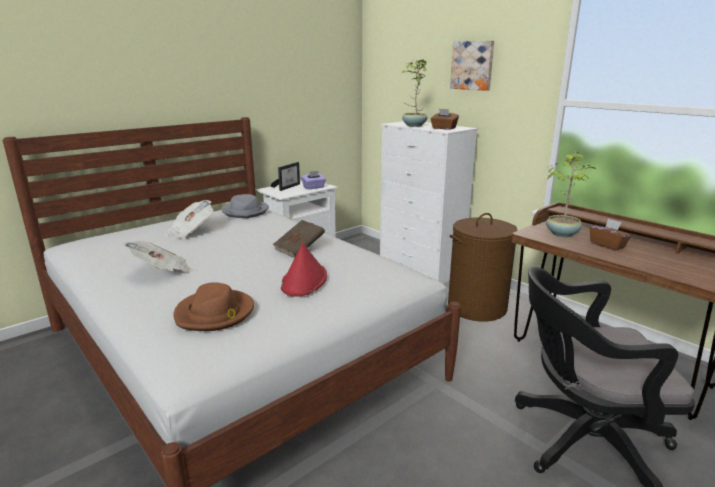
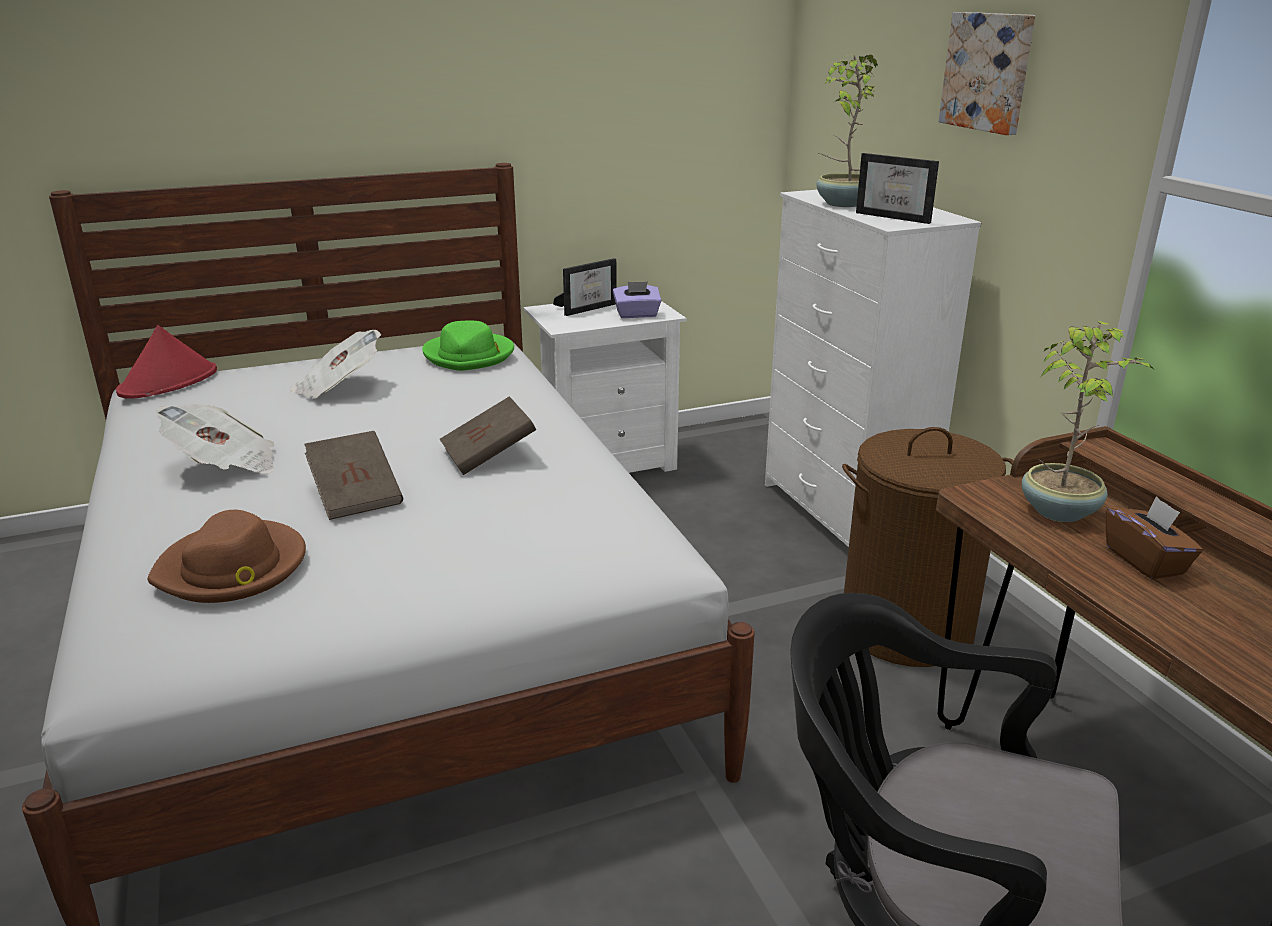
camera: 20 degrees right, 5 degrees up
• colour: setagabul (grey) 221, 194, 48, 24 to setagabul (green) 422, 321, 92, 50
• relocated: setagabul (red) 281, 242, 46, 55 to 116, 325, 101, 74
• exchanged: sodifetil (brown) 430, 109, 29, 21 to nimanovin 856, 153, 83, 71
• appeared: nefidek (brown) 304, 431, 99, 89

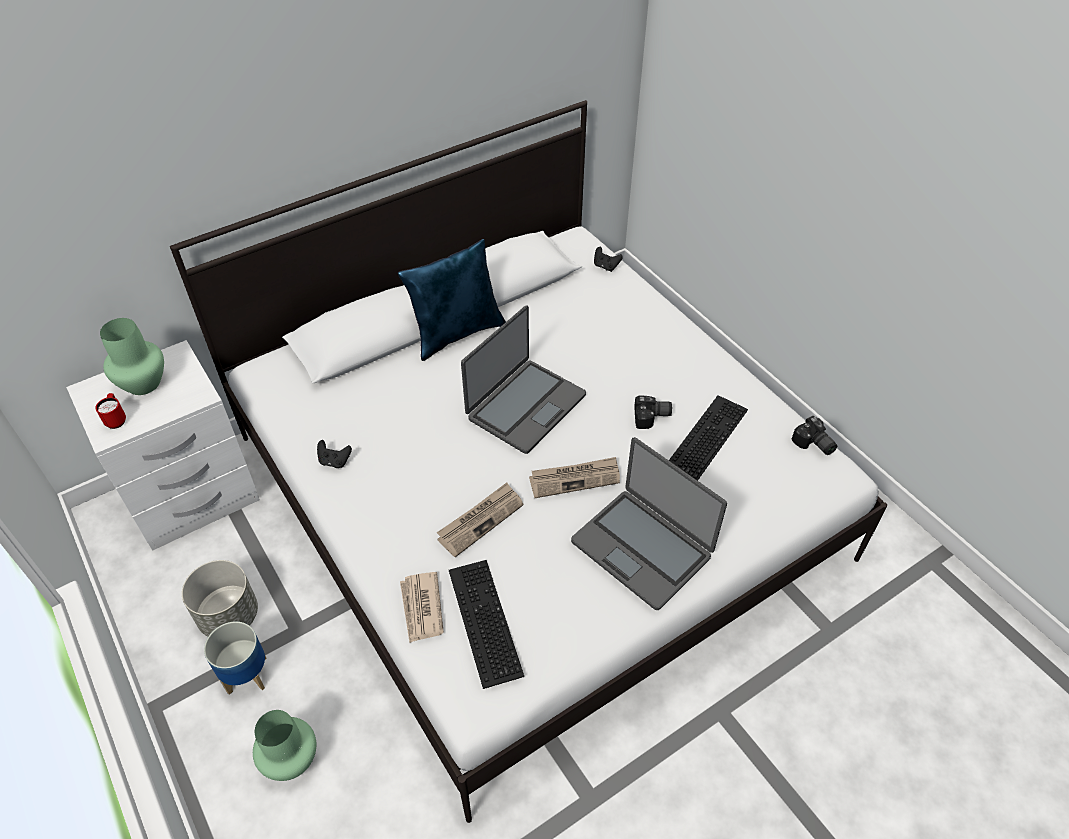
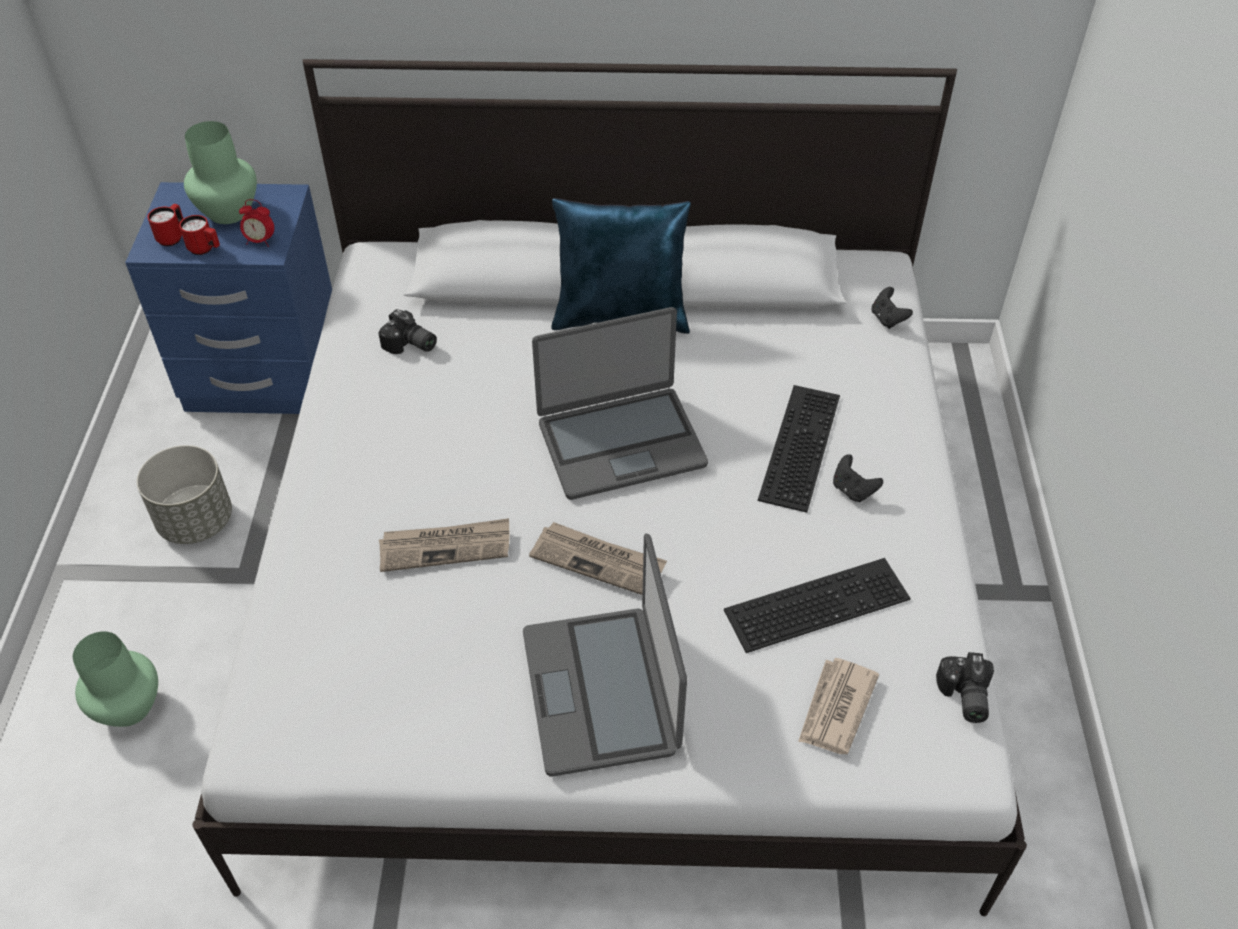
camera: 35 degrees right, 0 degrees up
• colour: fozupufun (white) 66, 340, 194, 211 to fozupufun (blue) 125, 182, 207, 232
• missing: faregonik 204, 621, 62, 74
• relocated: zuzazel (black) 317, 440, 35, 28 to 833, 454, 50, 48
• relocated: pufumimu 400, 572, 44, 71 to 798, 658, 81, 96
• relocated: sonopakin 449, 560, 75, 129 to 758, 385, 82, 128
• relocated: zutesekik 634, 395, 38, 34 to 378, 309, 59, 45
• appeared: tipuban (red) 179, 215, 41, 40
• appeared: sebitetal 239, 199, 35, 48

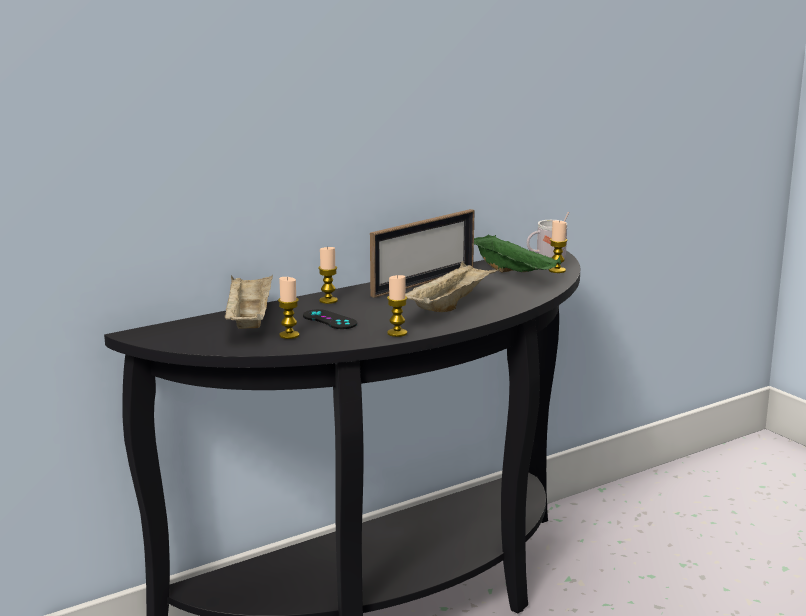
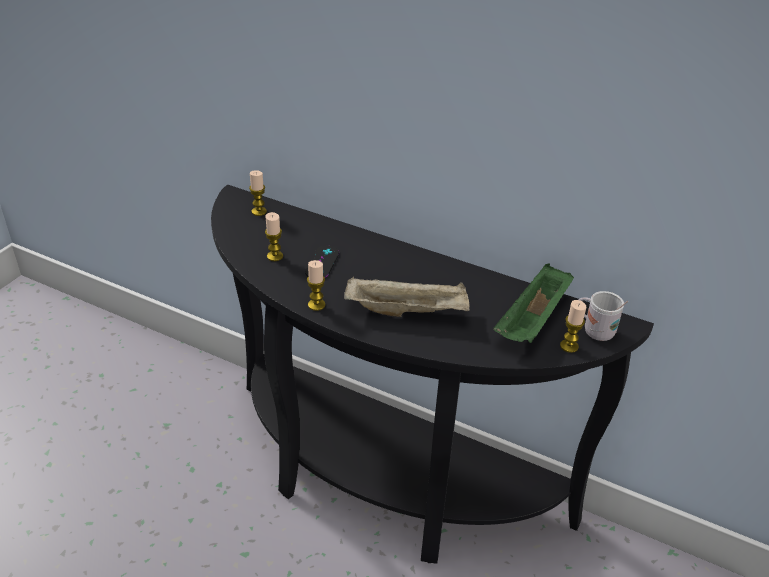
camera: 60 degrees right, 20 degrees up
• missing: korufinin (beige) 224, 275, 49, 54
• relocated: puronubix 318, 247, 20, 57 to 249, 170, 18, 46
• missing: nimanovin 370, 209, 105, 89

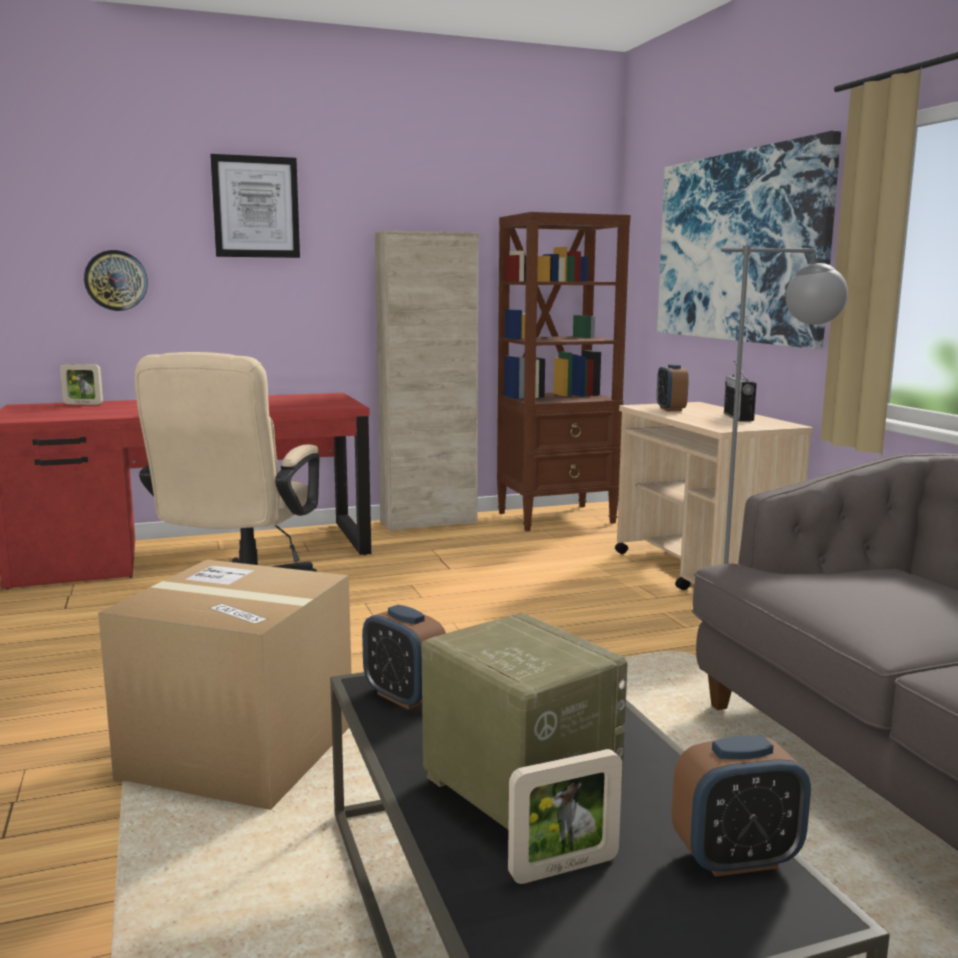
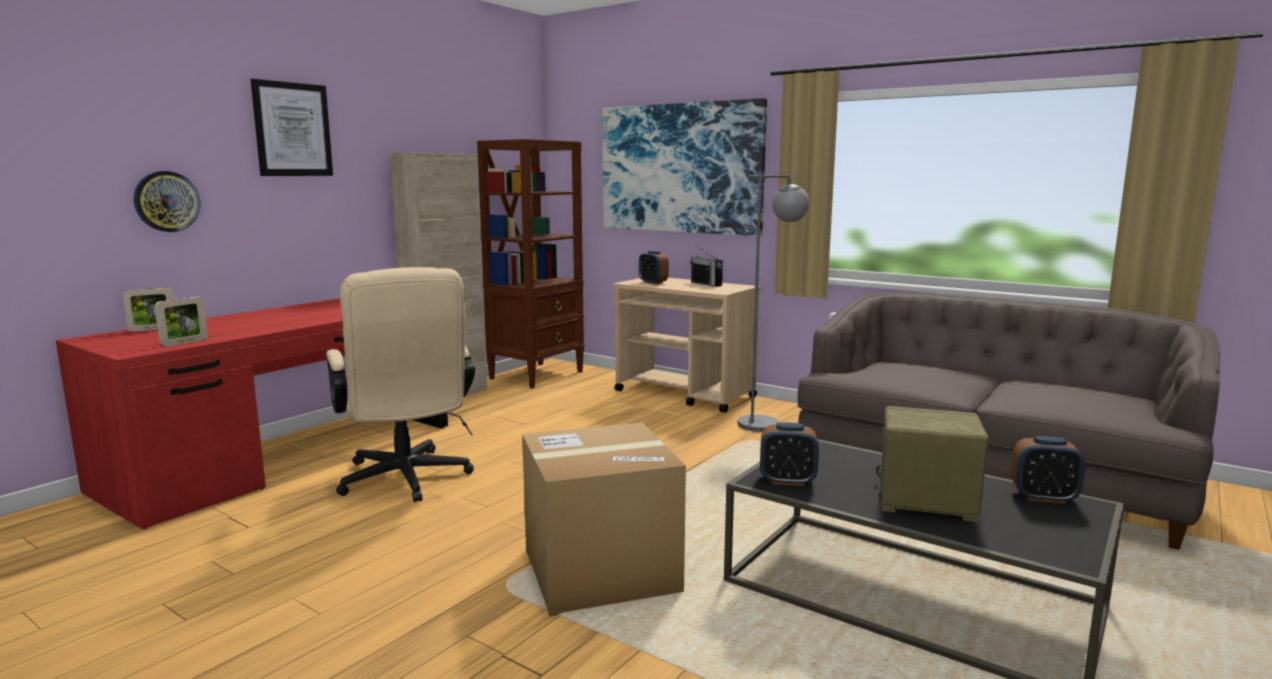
camera: 35 degrees left, 0 degrees up
• relocated: nimanovin 508, 749, 114, 135 to 155, 296, 53, 51
• spun: sebitetal 672, 736, 139, 141 = 1011, 436, 75, 68 60 degrees clockwise

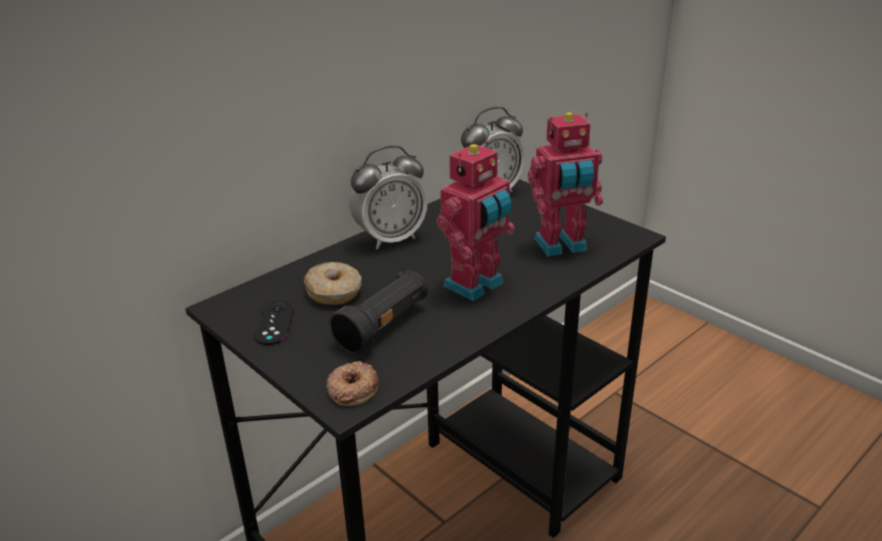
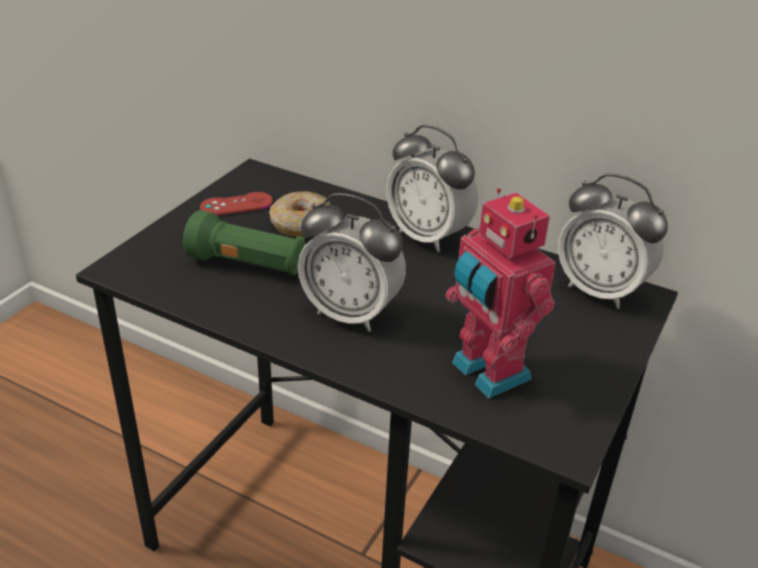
camera: 70 degrees right, 5 degrees up
• colour: zuzazel (black) 254, 300, 40, 45 to zuzazel (red) 200, 192, 73, 24
• missing: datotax 326, 361, 52, 45
• colour: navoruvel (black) 329, 271, 99, 83 to navoruvel (green) 183, 210, 122, 65
• exchanged: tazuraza 437, 141, 78, 160 to sebitetal 298, 193, 108, 139

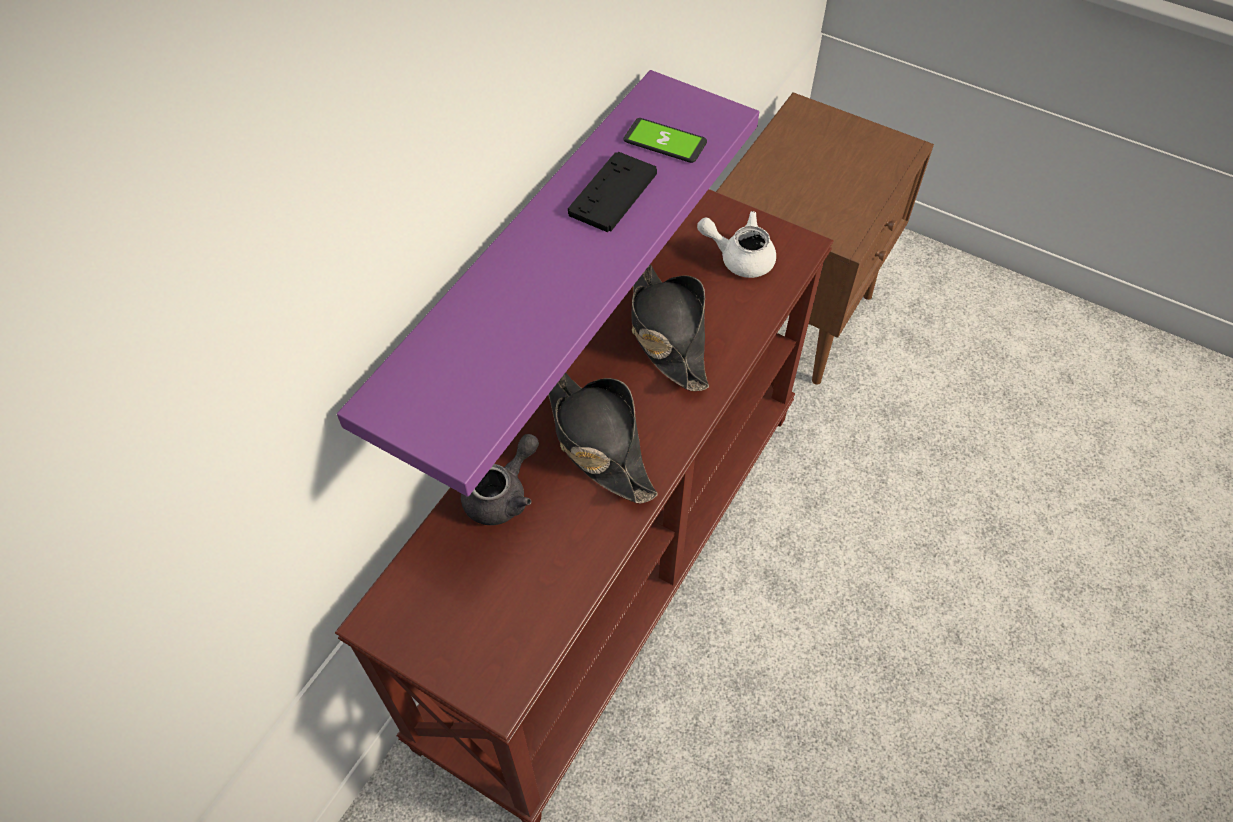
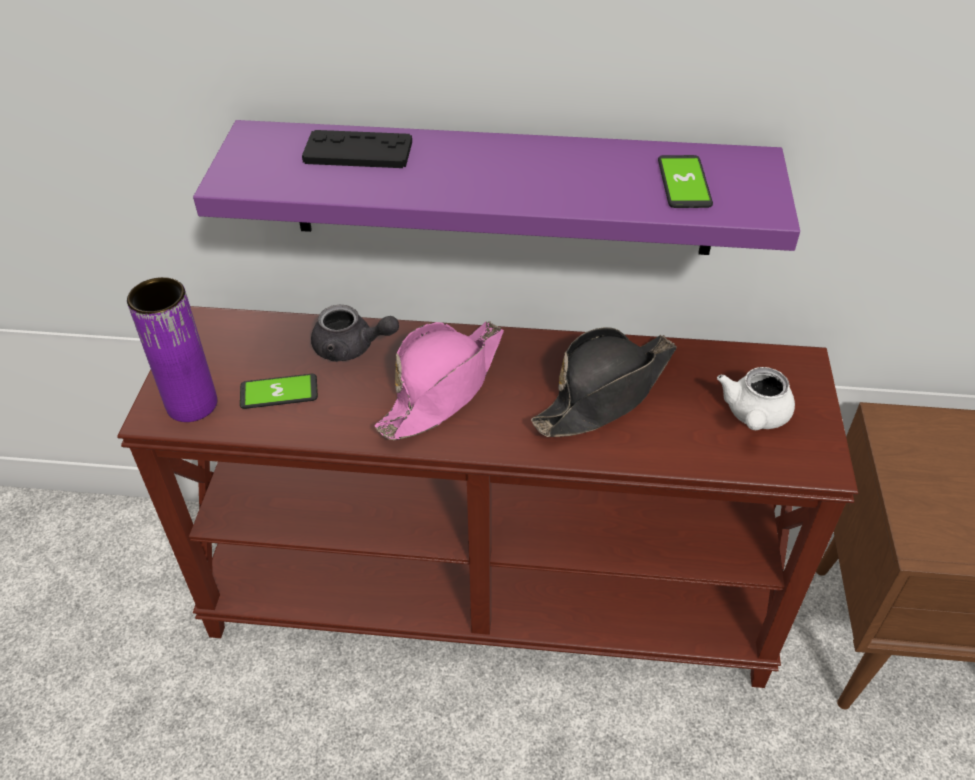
camera: 65 degrees right, 10 degrees down
• colour: setagabul (black) 548, 372, 110, 131 to setagabul (pink) 375, 321, 129, 119
• relocated: zuzazel (black) 568, 152, 89, 80 to 302, 130, 110, 38
• spun: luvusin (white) 697, 211, 79, 67 = 717, 367, 78, 63 150 degrees counterclockwise
• appeared: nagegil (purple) 127, 277, 90, 145
• appeared: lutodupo 240, 374, 78, 35

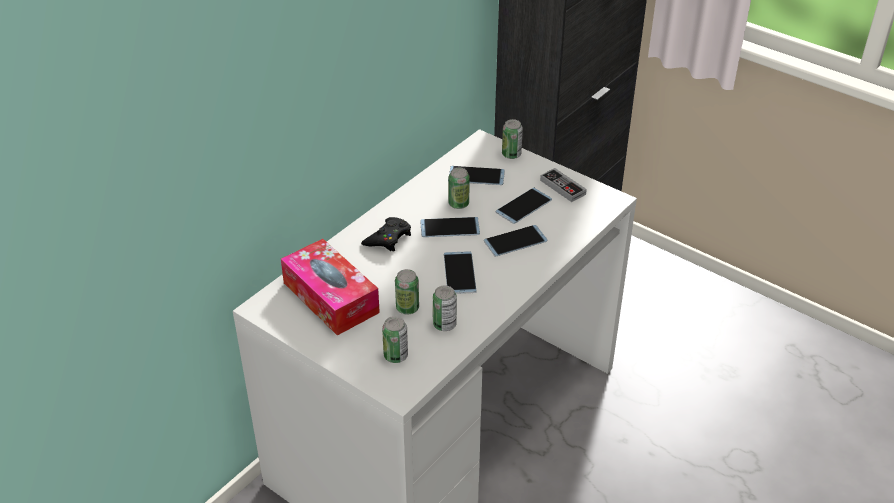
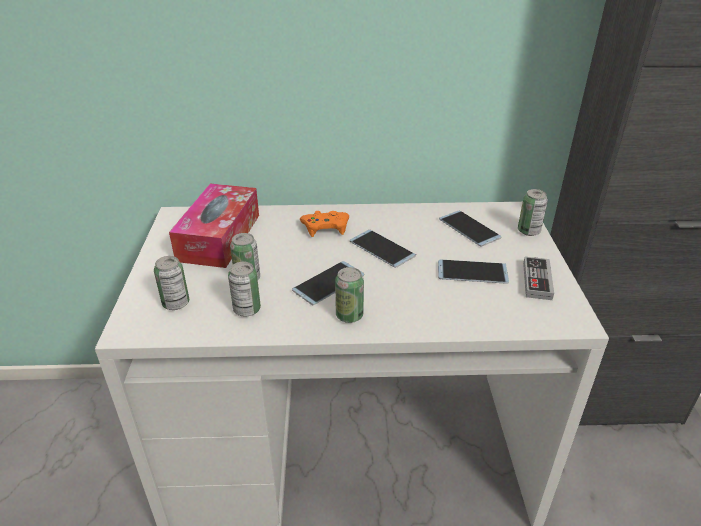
camera: 50 degrees right, 5 degrees down
• colour: zuzazel (black) 361, 217, 50, 35 to zuzazel (orange) 300, 211, 49, 26
• relocated: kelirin 448, 168, 22, 41 to 335, 267, 29, 56
• missing: lutodupo 484, 225, 64, 32

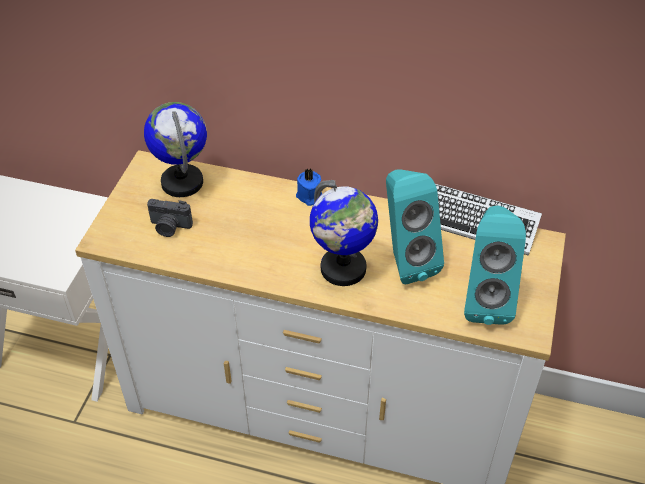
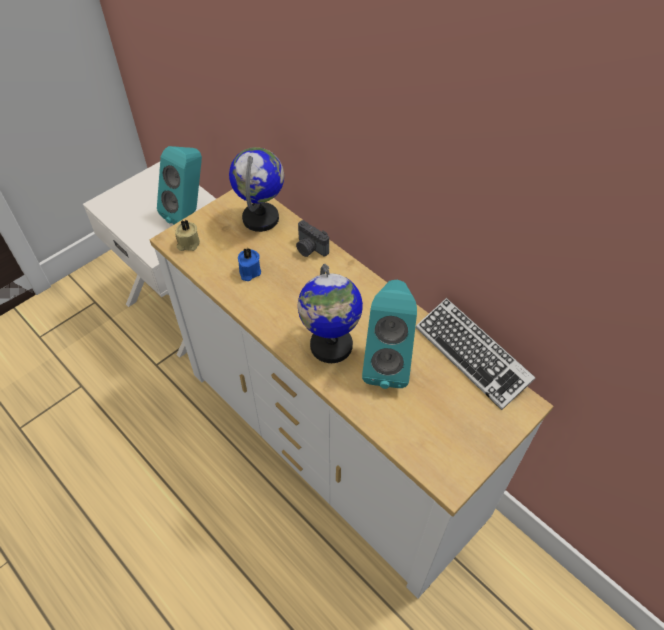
camera: 30 degrees right, 5 degrees up
• relocated: zutesekik 147, 199, 46, 38 to 296, 220, 33, 37
• relocated: puronubix (blue) 296, 169, 26, 37 to 238, 247, 23, 34
• relocated: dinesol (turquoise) 464, 205, 62, 120 to 157, 146, 45, 78
• appeared: puronubix (beige) 175, 219, 25, 32

